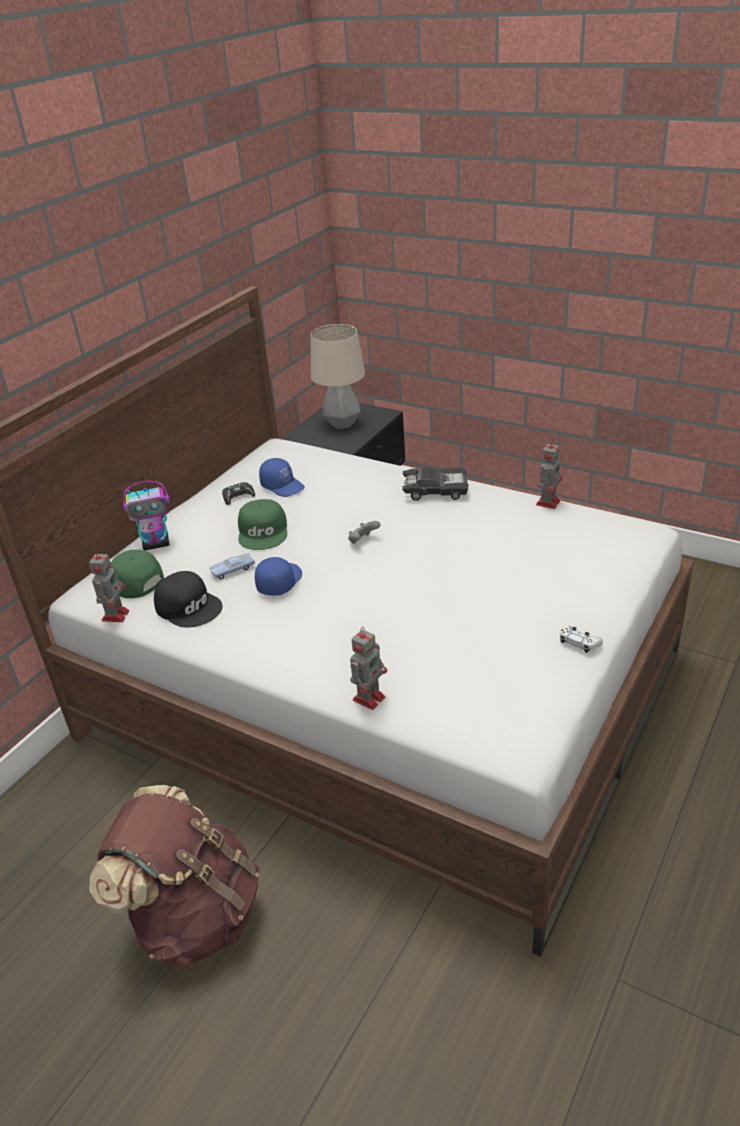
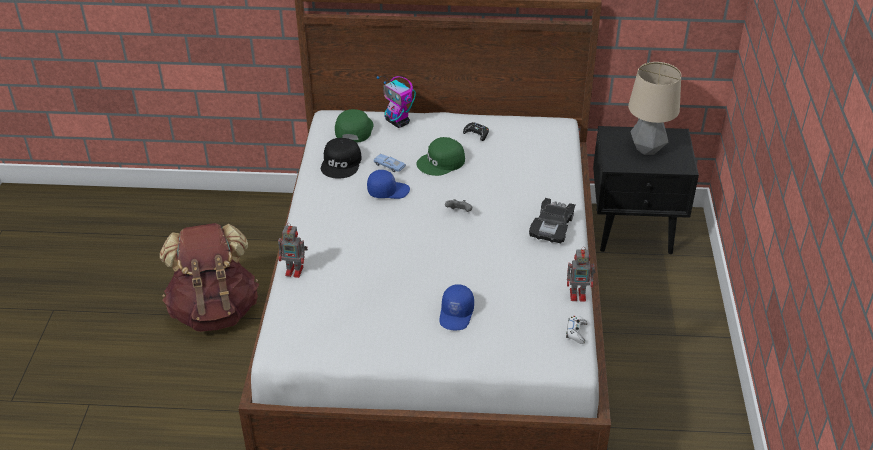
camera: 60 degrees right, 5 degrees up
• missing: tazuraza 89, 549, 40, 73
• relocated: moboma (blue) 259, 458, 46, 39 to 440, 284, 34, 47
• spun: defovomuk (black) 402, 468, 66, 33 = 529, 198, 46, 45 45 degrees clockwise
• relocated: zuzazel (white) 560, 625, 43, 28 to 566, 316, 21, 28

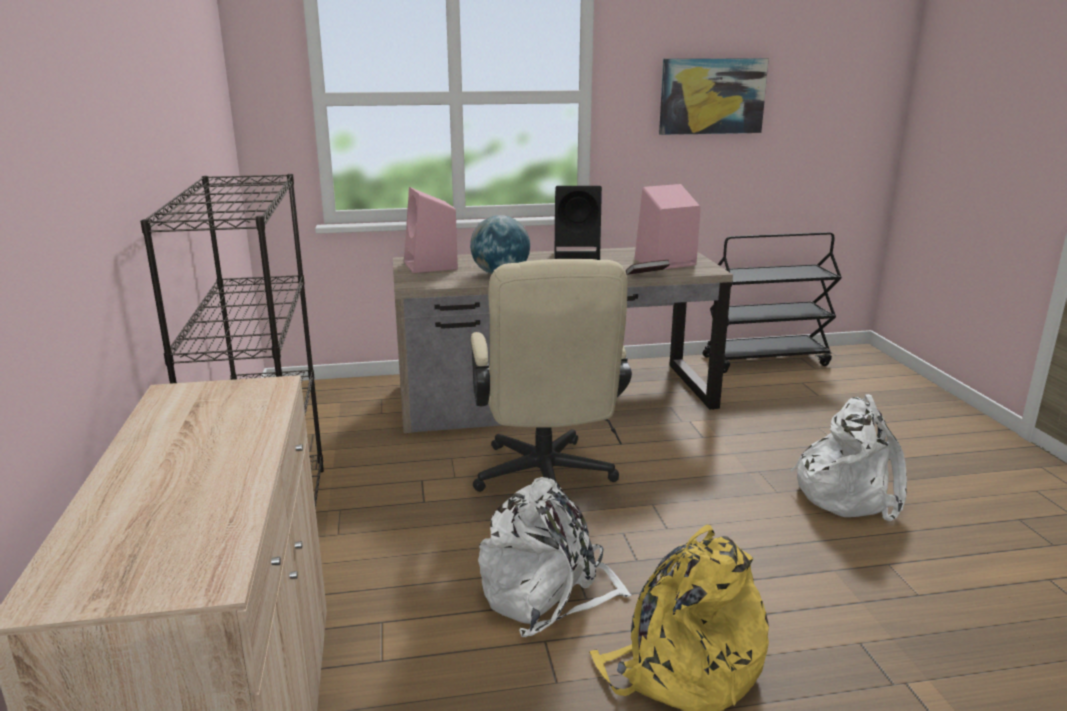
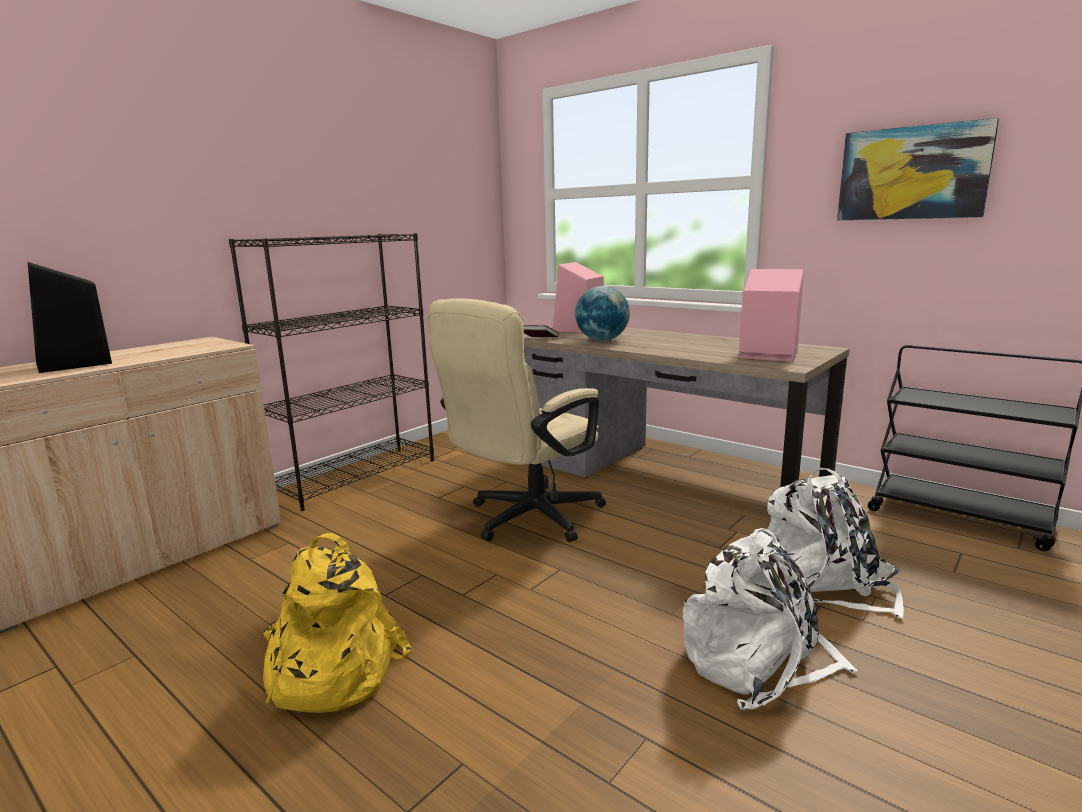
camera: 50 degrees right, 5 degrees down
• relocated: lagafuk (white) 478, 477, 154, 160 to 767, 467, 137, 151
• relocated: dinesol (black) 555, 186, 47, 74 to 28, 262, 84, 111
• relocated: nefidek 626, 260, 44, 15 to 523, 325, 36, 12

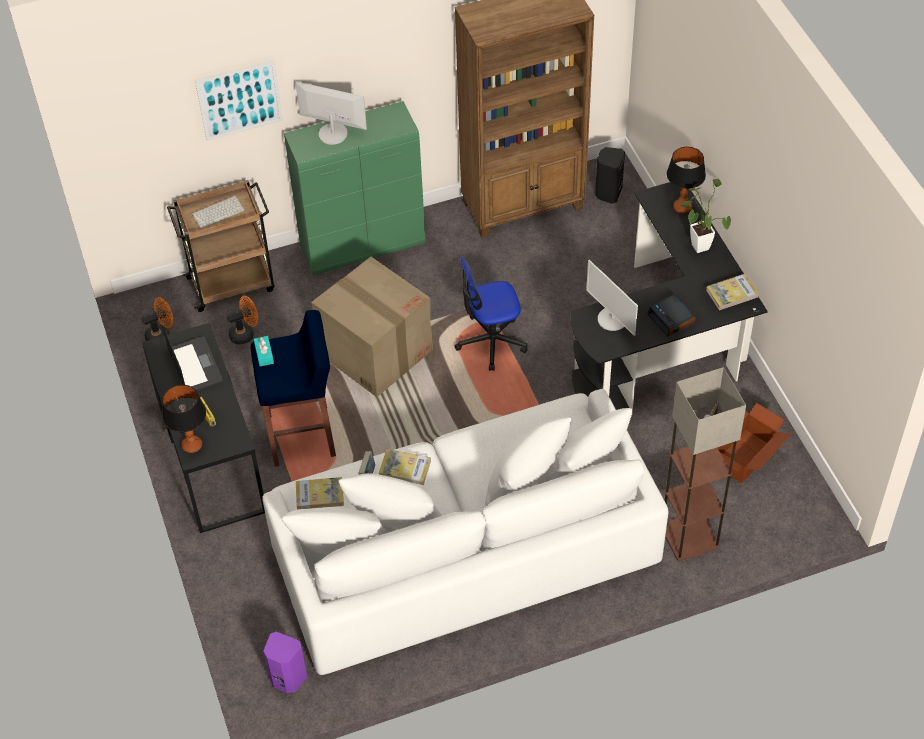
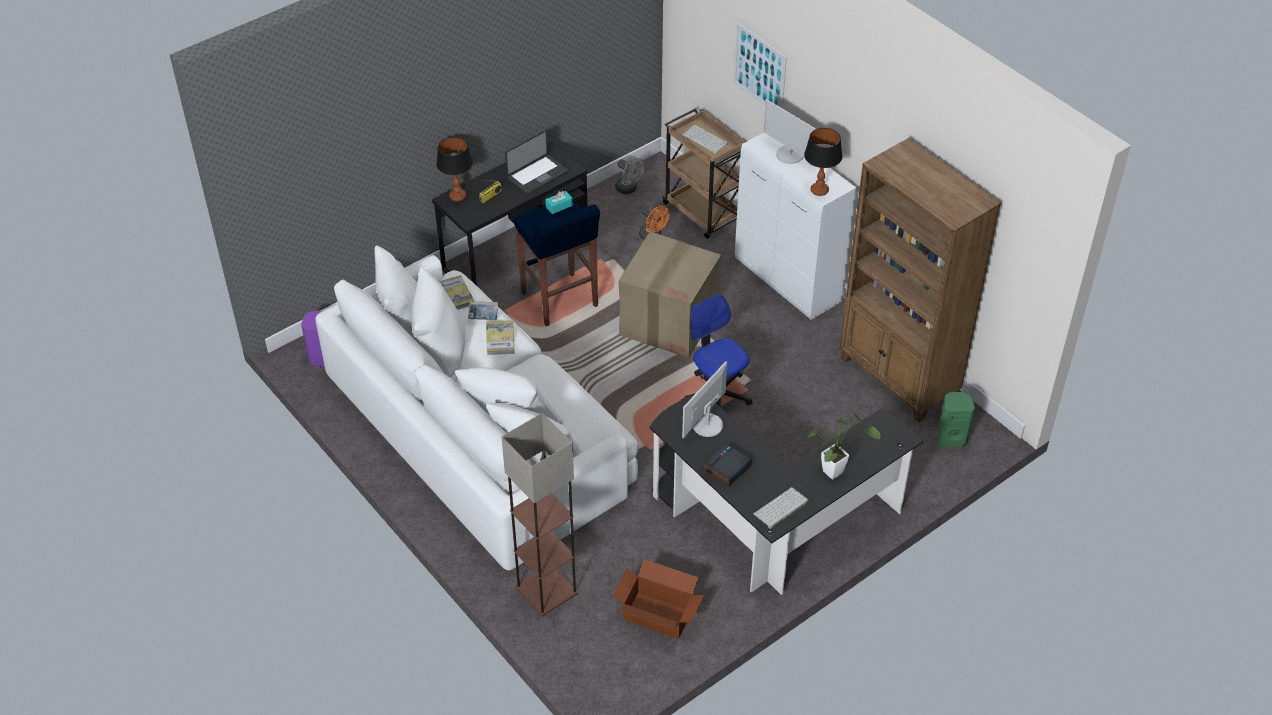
camera: 70 degrees right, 5 degrees down
• colour: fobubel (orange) 141, 297, 32, 44 to fobubel (grey) 615, 158, 30, 36
• colour: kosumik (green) 284, 101, 142, 174 to kosumik (white) 735, 133, 122, 187
• spun: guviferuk 295, 81, 72, 64 = 763, 99, 54, 65 135 degrees clockwise
• colour: dinesol (black) 595, 147, 30, 57 to dinesol (green) 937, 392, 38, 55
• relocated: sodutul 667, 147, 39, 66 to 804, 128, 38, 68
• exchanged: nefidek 706, 274, 53, 36 to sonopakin 754, 487, 55, 42

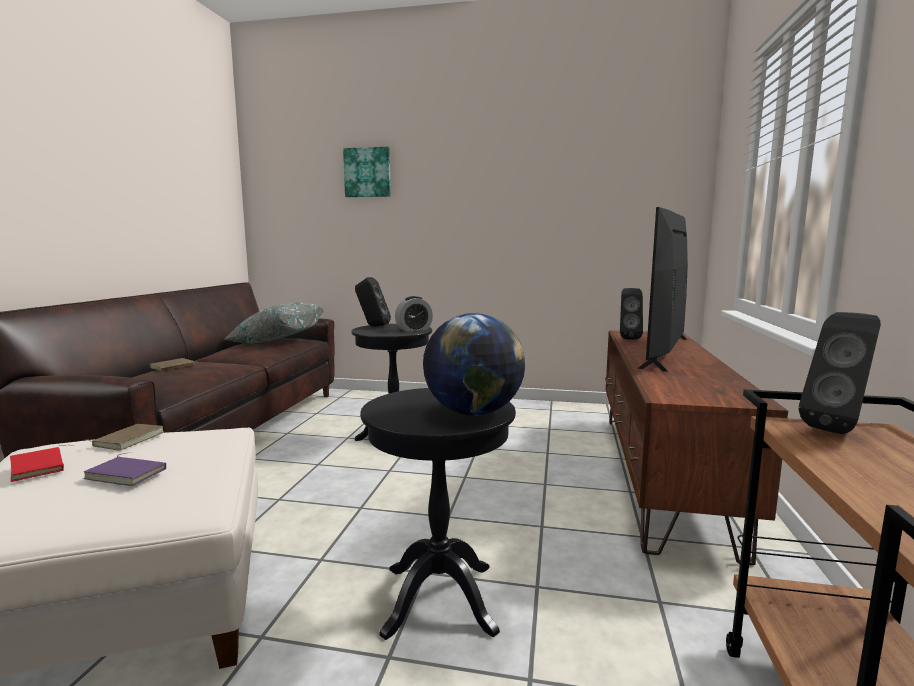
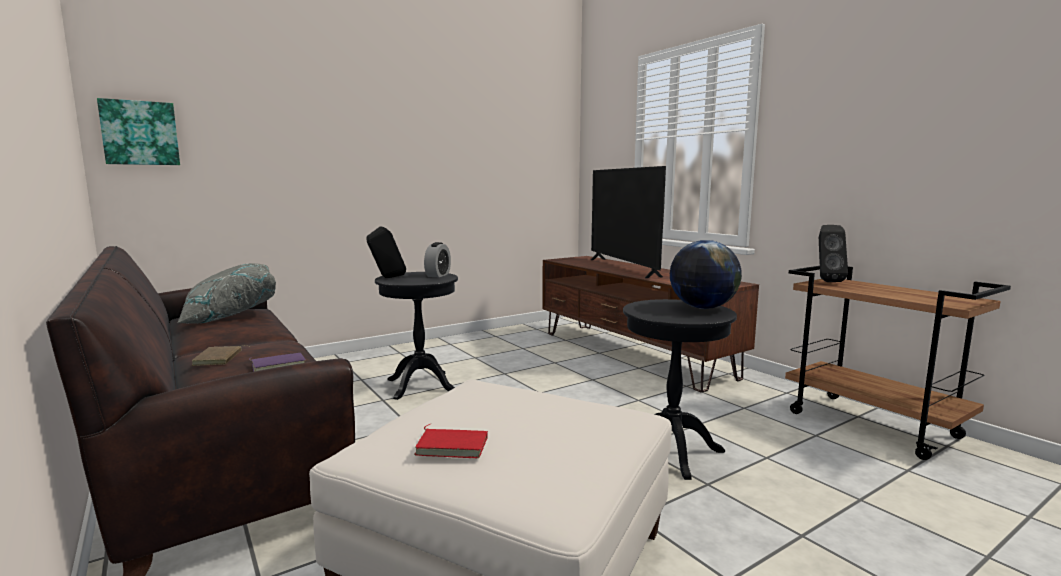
camera: 45 degrees left, 0 degrees up
• relocated: nefidek (purple) 84, 453, 82, 33 to 249, 353, 56, 19
• missing: nefidek (brown) 85, 424, 79, 27
• relocated: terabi 343, 147, 48, 50 to 97, 98, 83, 67
• missing: dinesol (black) 620, 288, 23, 52

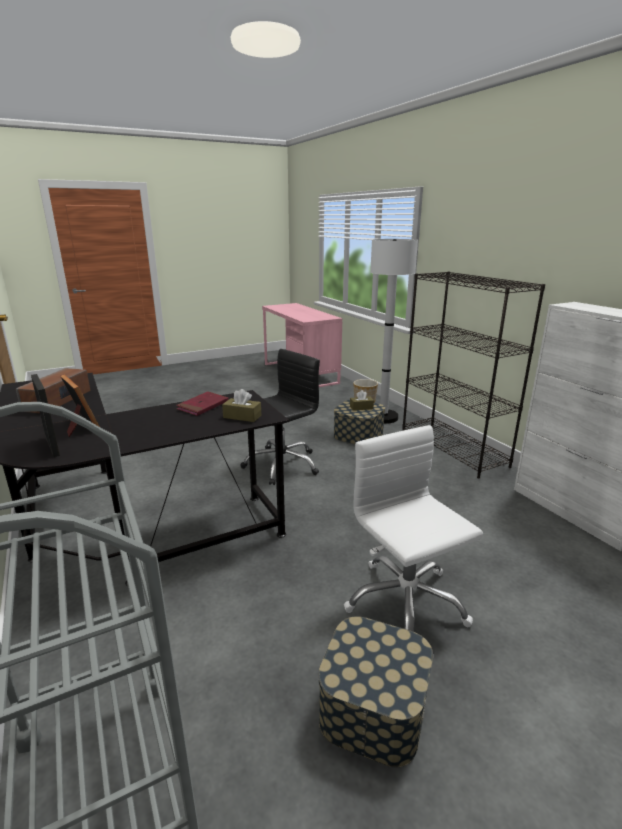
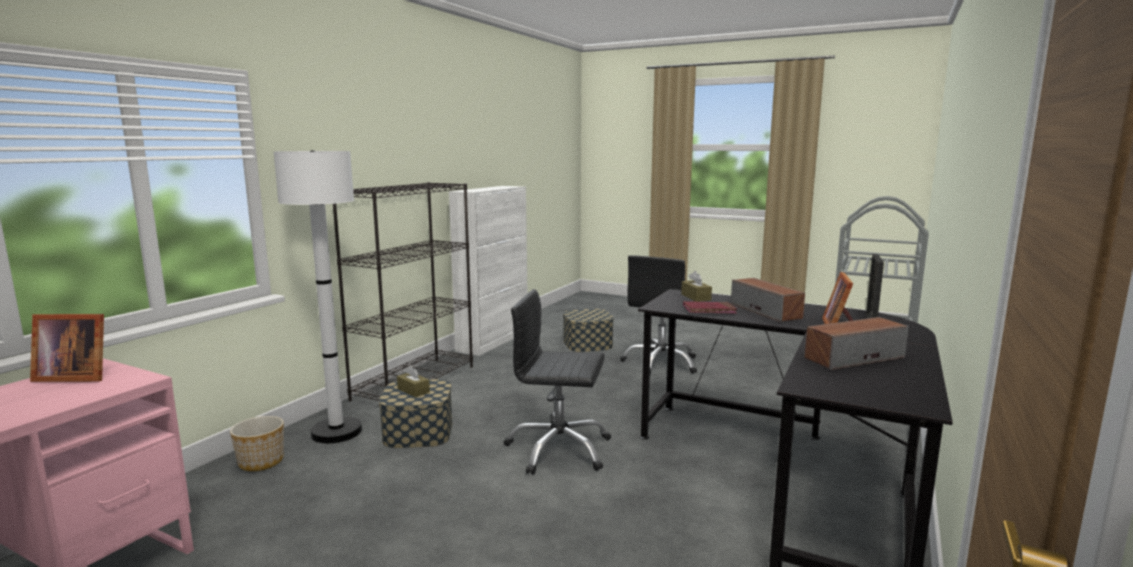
camera: 125 degrees left, 10 degrees down
• relocated: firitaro 318, 616, 115, 151 to 563, 309, 51, 43
• colour: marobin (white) 344, 425, 139, 207 to marobin (black) 620, 255, 77, 120
• appeared: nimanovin 30, 314, 74, 68
• appeared: dinesol 731, 278, 74, 44

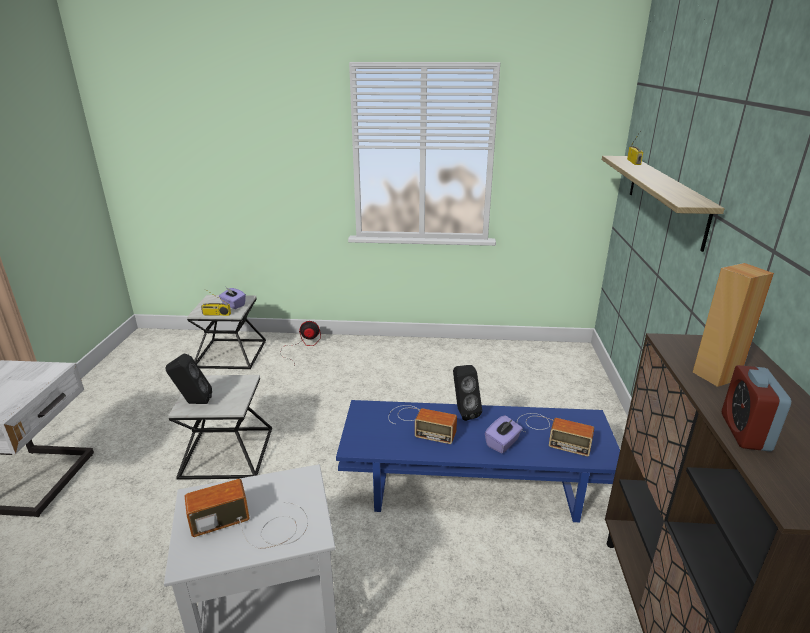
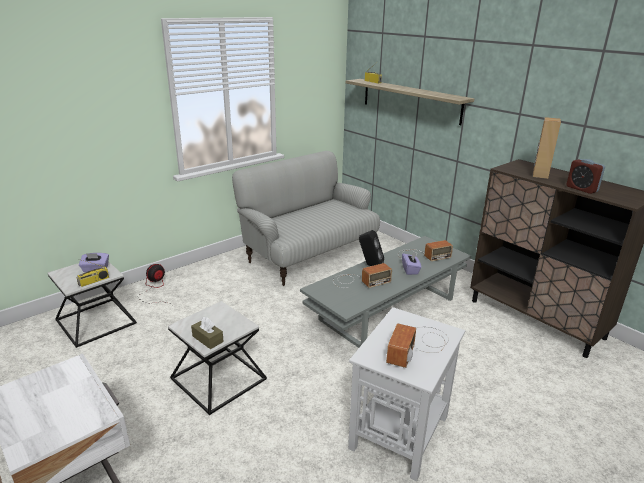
camera: 45 degrees left, 0 degrees up
• exchanged: dinesol (black) 165, 353, 47, 51 to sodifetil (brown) 191, 317, 33, 32
• colour: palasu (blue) 336, 400, 284, 122 to palasu (grey) 300, 236, 171, 112
• appeared: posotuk 232, 151, 148, 135

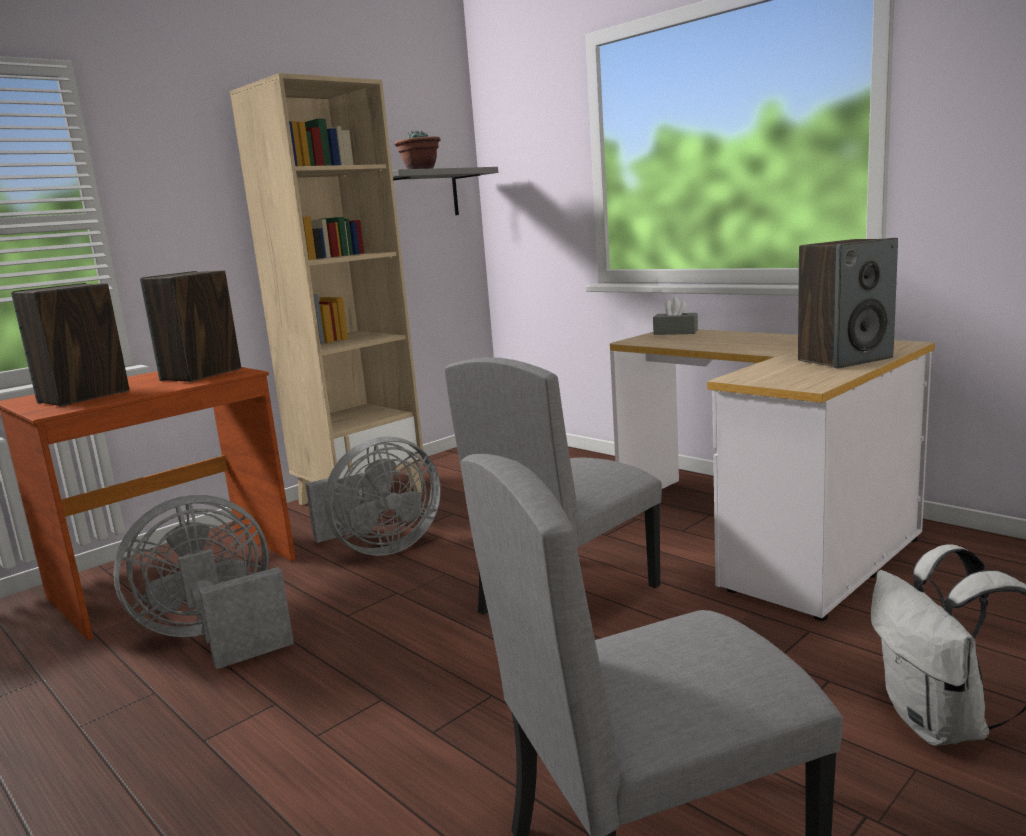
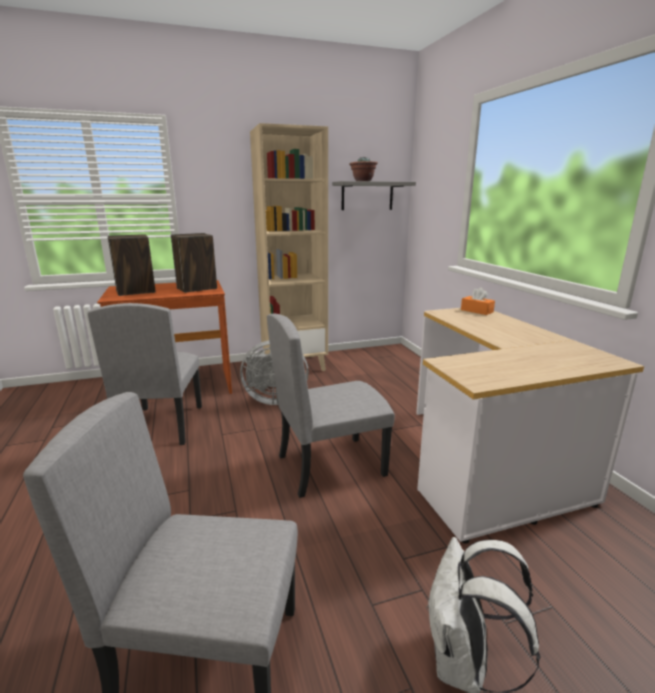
camera: 25 degrees right, 5 degrees up
• exchanged: fobubel (grey) 113, 495, 181, 174 to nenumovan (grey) 88, 303, 114, 142
• colour: sodifetil (grey) 653, 297, 45, 38 to sodifetil (orange) 461, 287, 34, 28
• missing: dinesol 798, 238, 100, 130

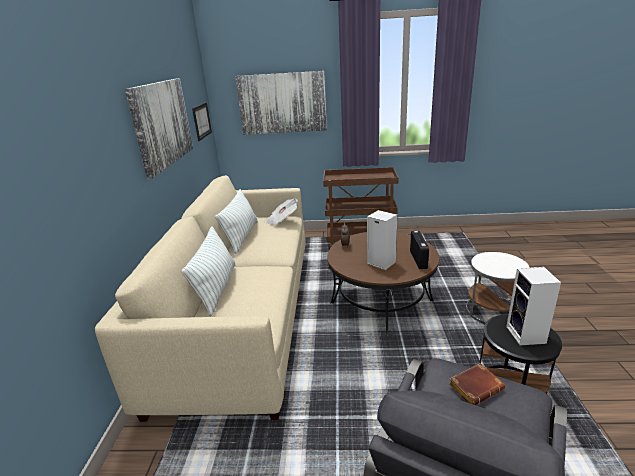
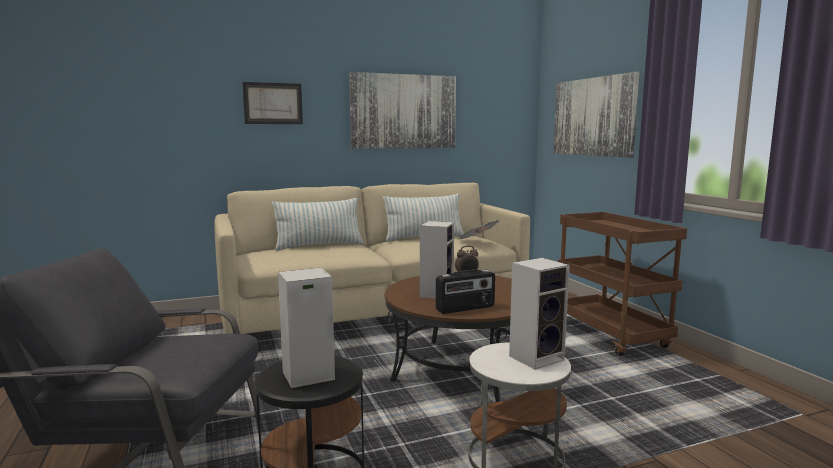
camera: 65 degrees right, 15 degrees down
• relocated: terabi 192, 102, 20, 39 to 242, 82, 61, 42
• missing: nefidek (brown) 449, 364, 56, 41
• appeared: dinesol 509, 258, 61, 112

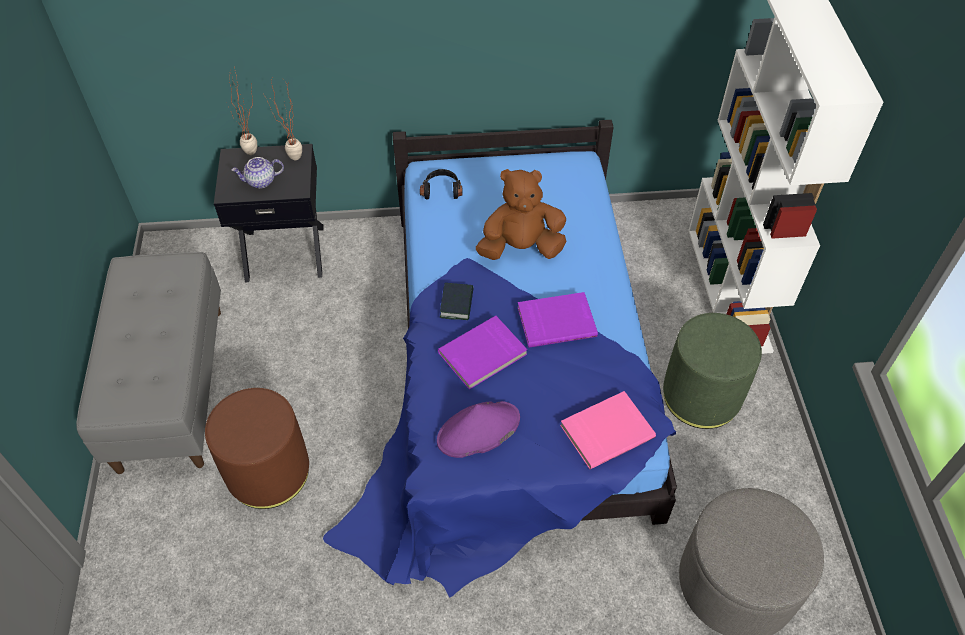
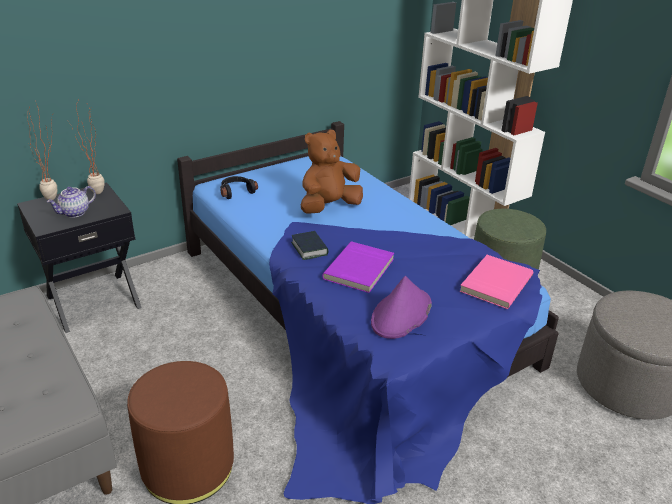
camera: 30 degrees left, 20 degrees down
• missing: nefidek (purple) 518, 292, 80, 56

